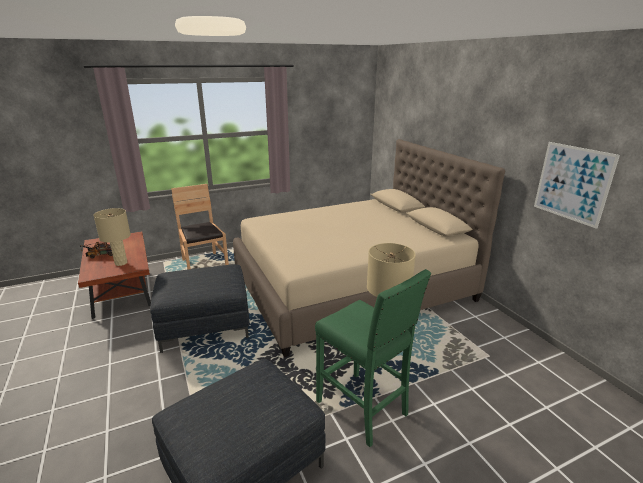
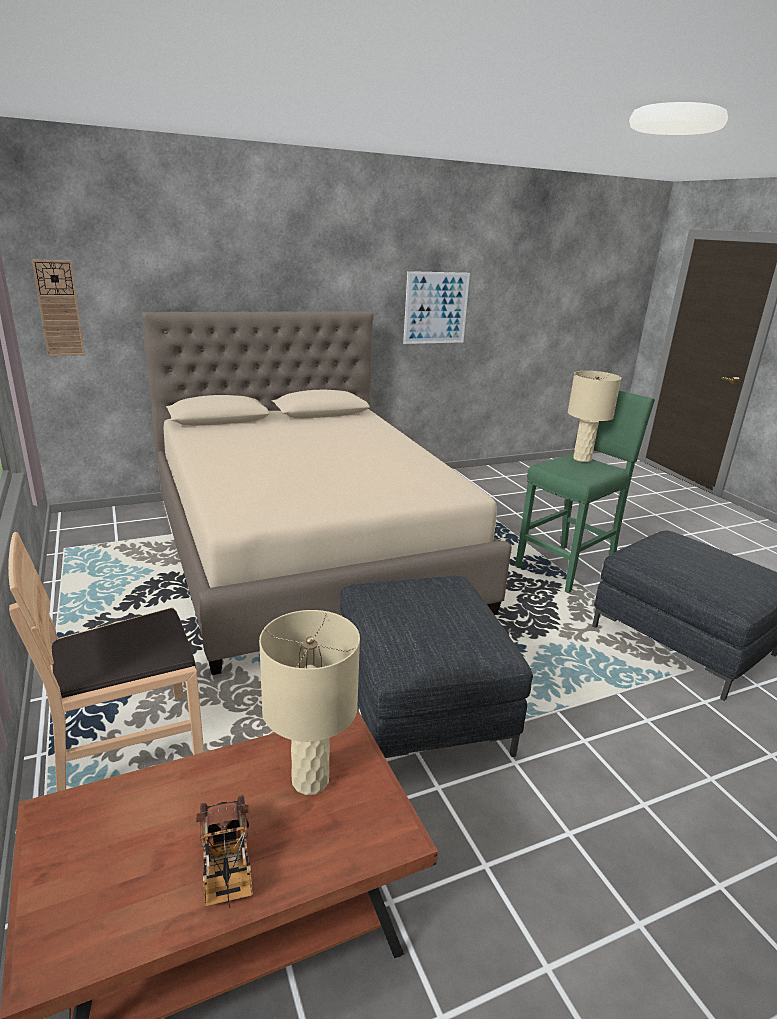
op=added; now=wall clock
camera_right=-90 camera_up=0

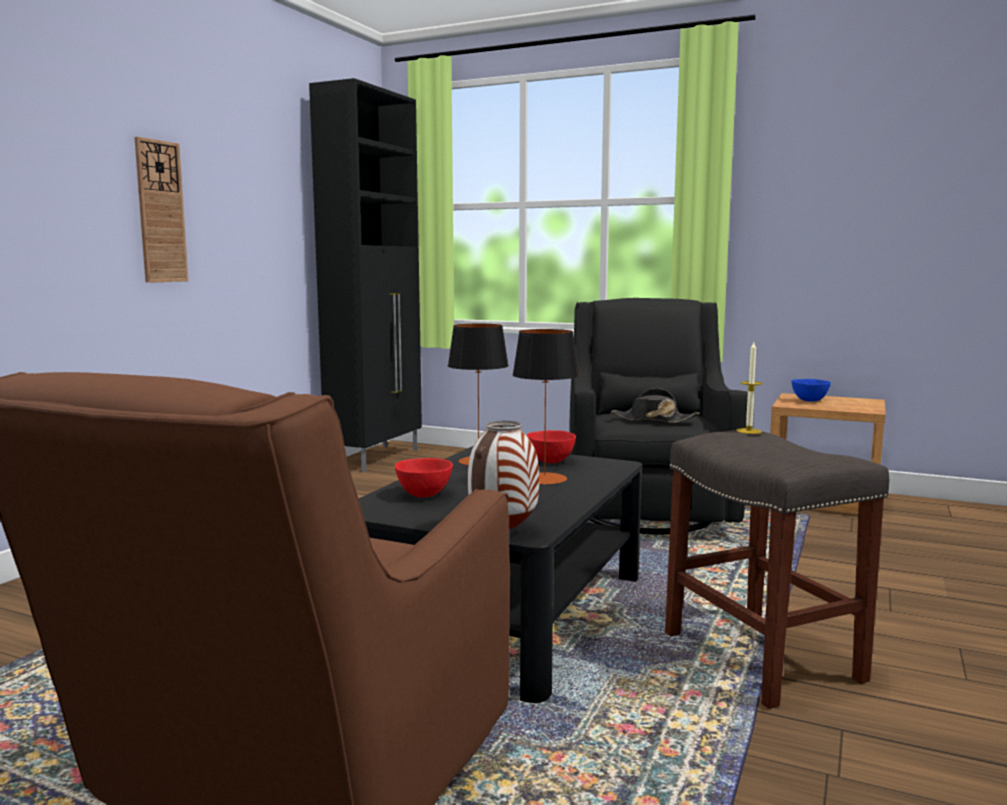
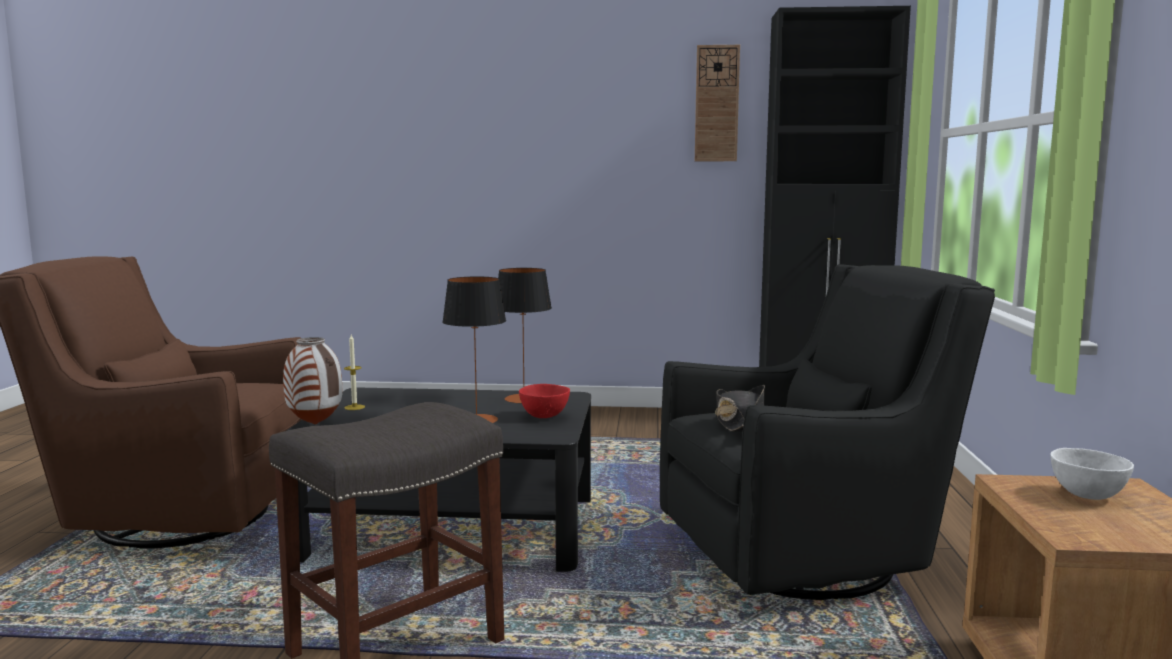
op=removed; was=bowl (red) (1st from left)
op=moved; was=wall clock
op=moved; was=candle
op=recoloured; was=bowl (blue); now=bowl (white)
camera_right=70 camera_up=0

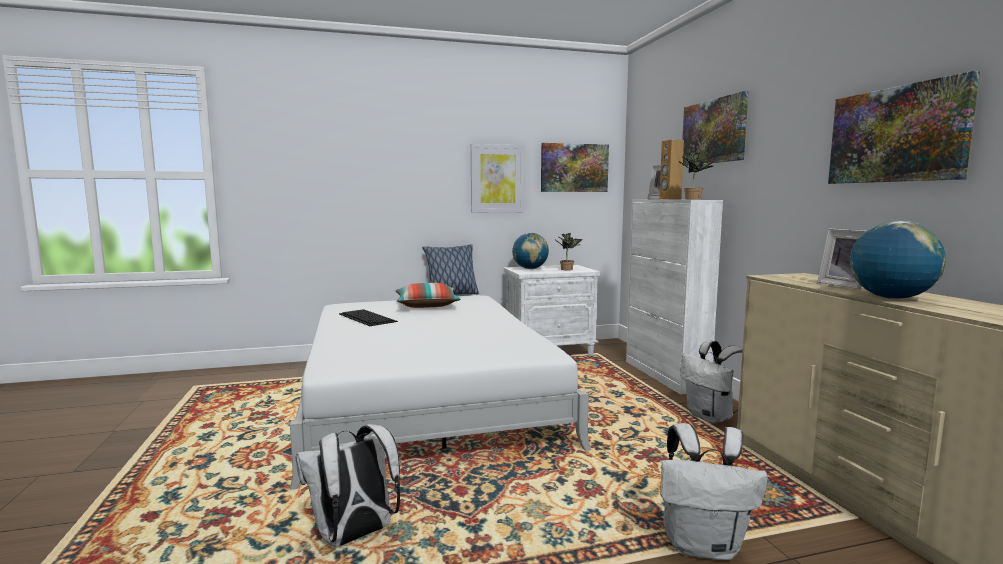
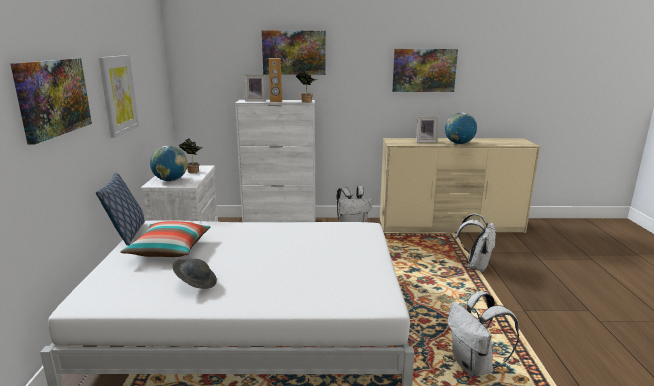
op=moved; was=picture (2nd from left in the first image); now=picture (1st from left)
op=replaced; was=keyboard; now=hat (grey)
camera_right=-75 camera_up=10

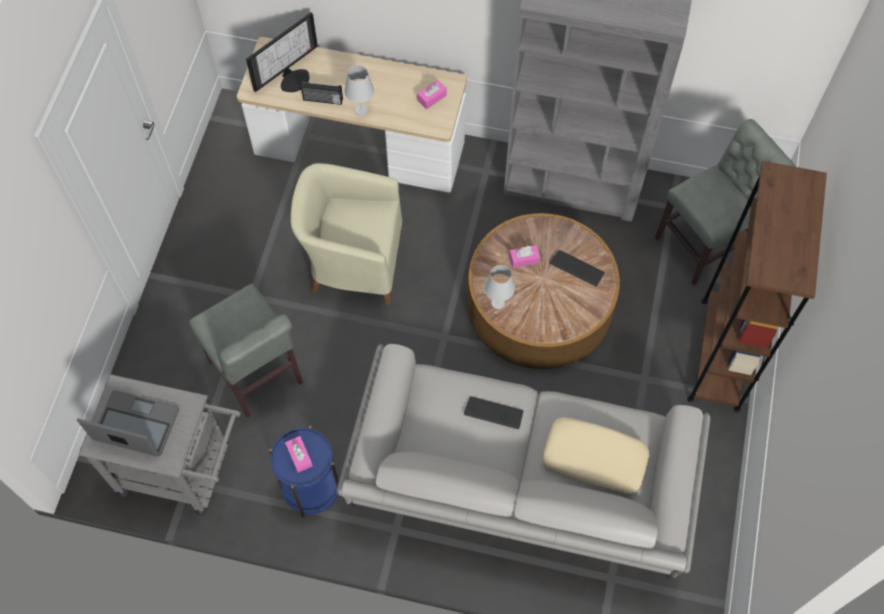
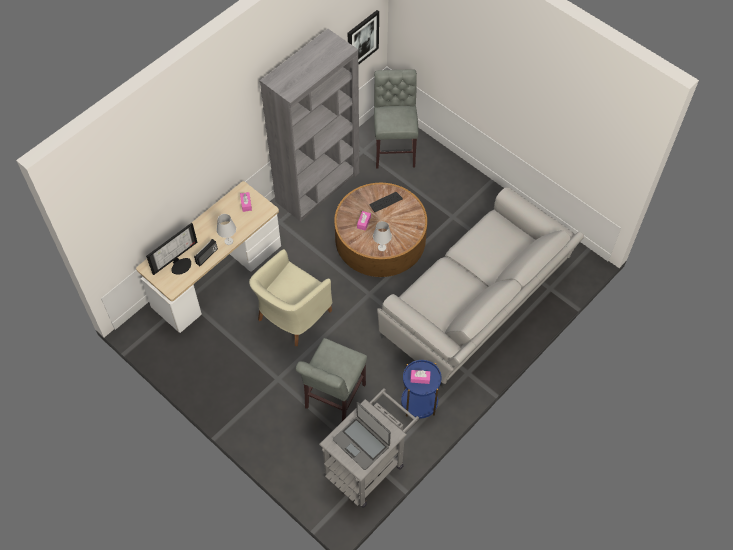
op=removed; was=keyboard (1st from left)
op=removed; was=pillow (beige)
op=removed; was=bookcase (brown)
op=added; now=picture
op=turned; was=laptop; clockwise=-90
op=turned; was=chair (grey) (1st from left); clockwise=120
op=turned; was=monitor; clockwise=60
camera_right=-60 camera_up=-5

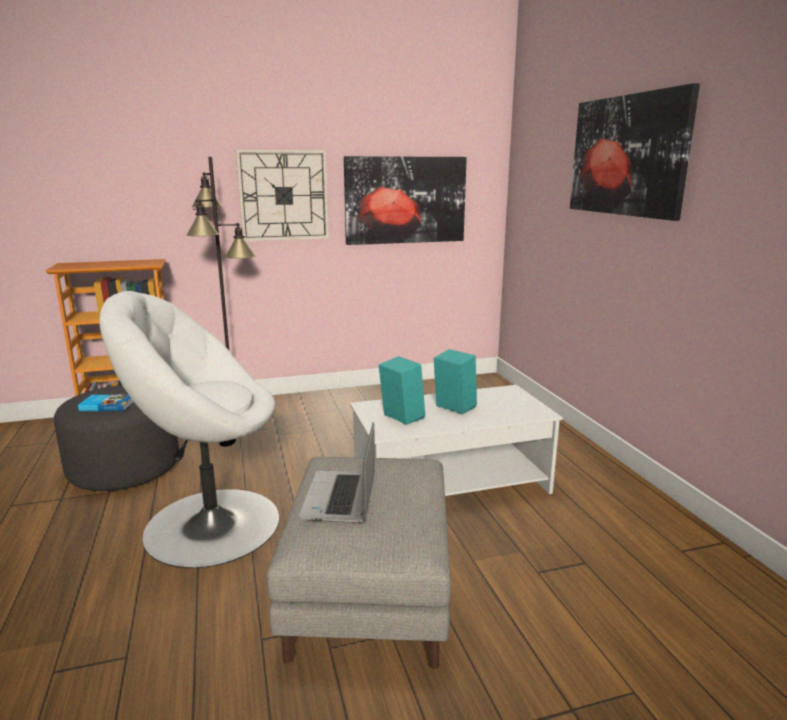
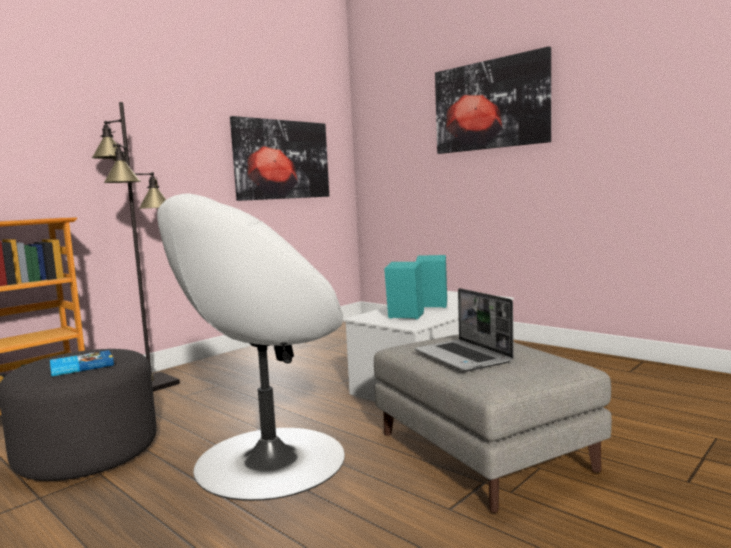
op=removed; was=wall clock
camera_right=-30 camera_up=-10

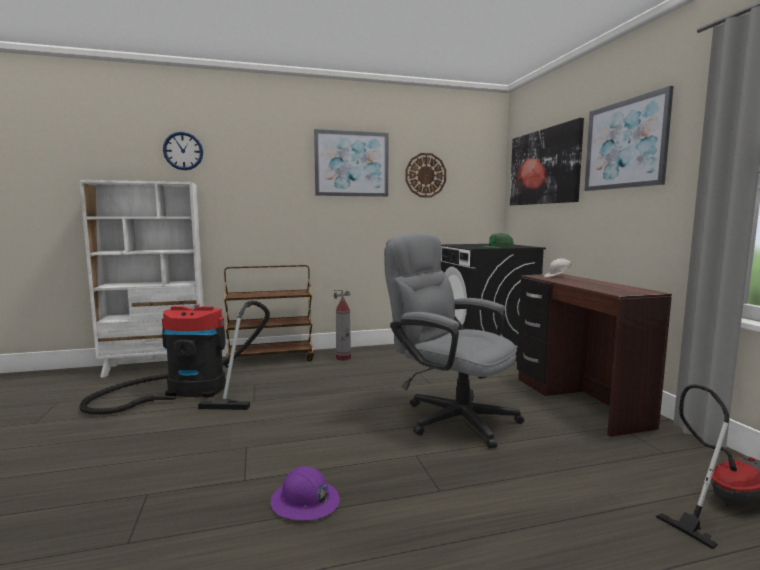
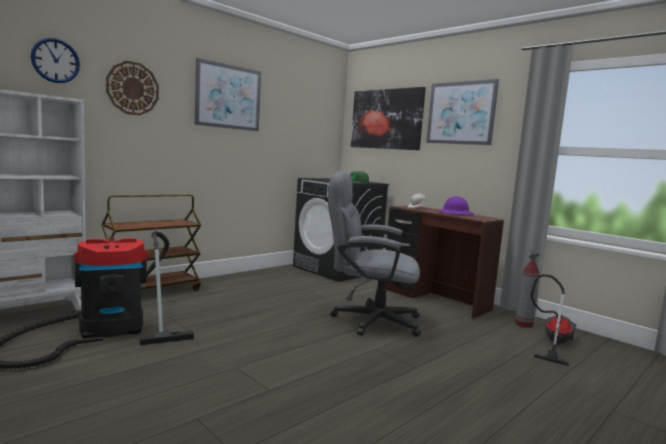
op=moved; was=hard hat (purple)
op=moved; was=fire extinguisher
op=moved; was=wall clock (2nd from left)
camera_right=-30 camera_up=0

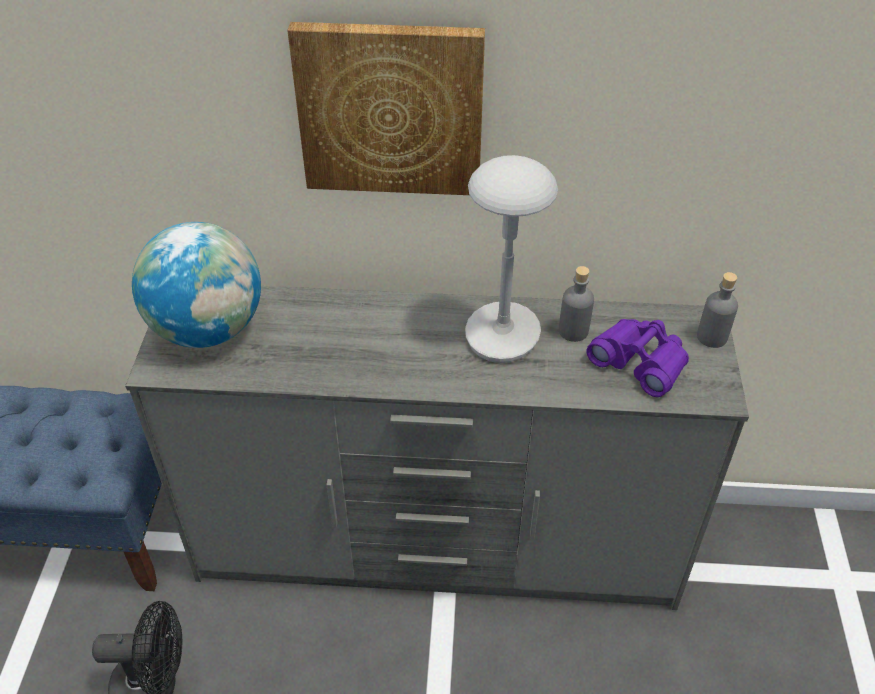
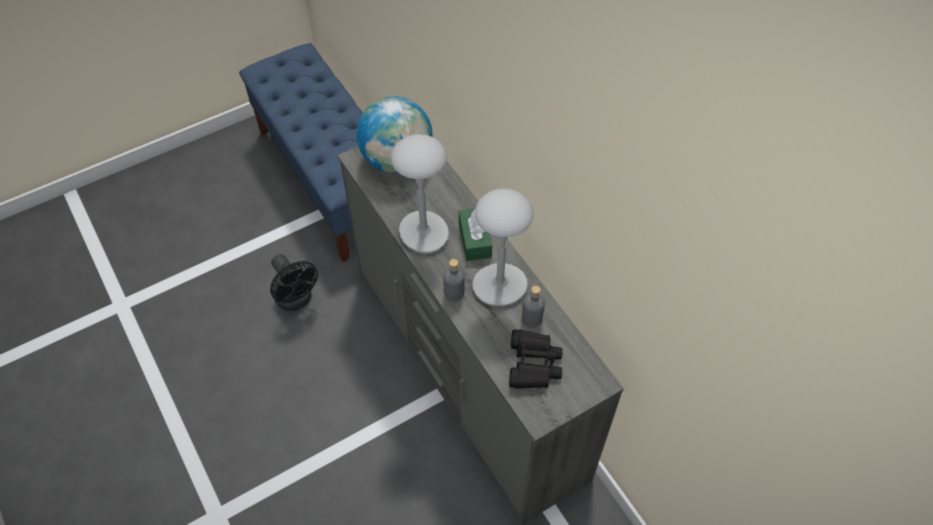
op=removed; was=picture
op=added; now=table lamp (grey) (1st from left)
op=added; now=tissue box (green)
op=moved; was=bottle (grey) (2nd from left in the first image); now=bottle (grey) (1st from left)
op=recoloured; was=binoculars (purple); now=binoculars (black)
camera_right=55 camera_up=10

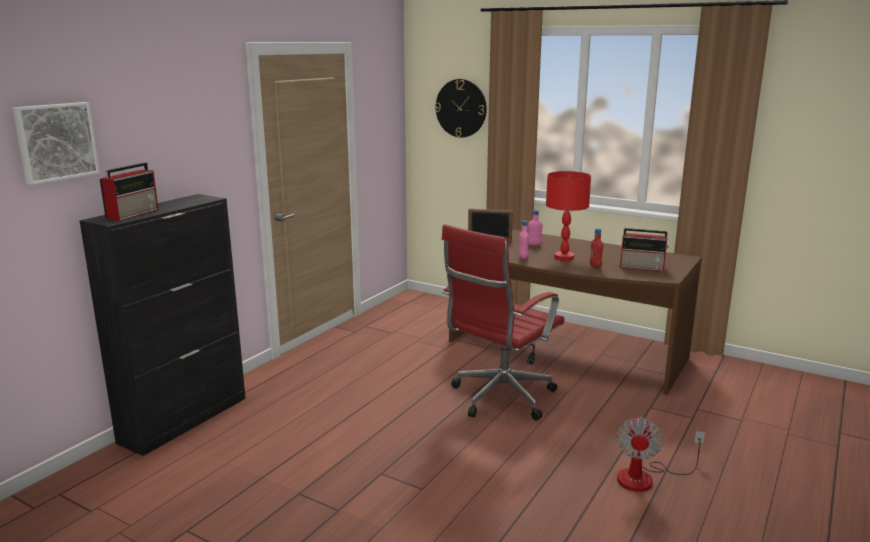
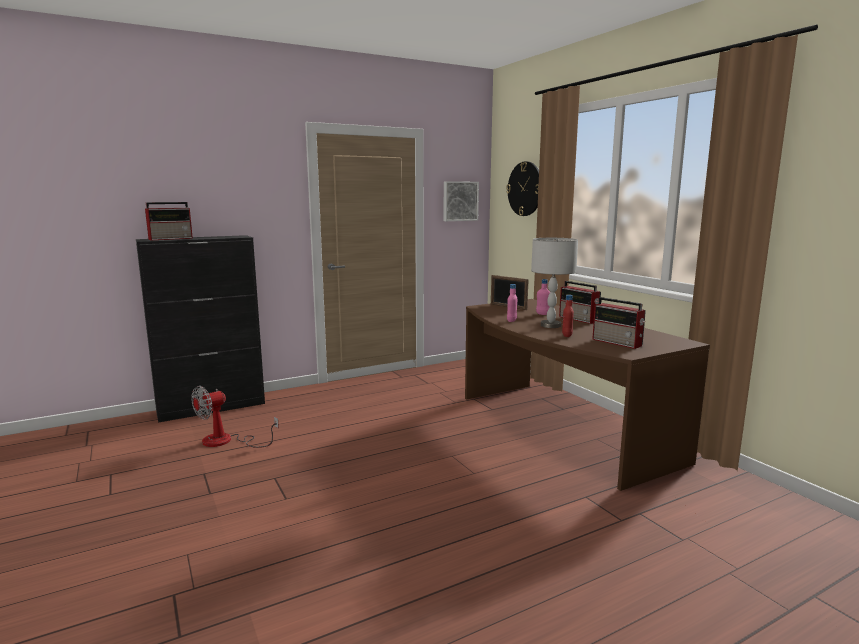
op=removed; was=office chair (red)
op=added; now=radio (2nd from left)
op=moved; was=picture
op=moved; was=fan
op=recoloured; was=table lamp (red); now=table lamp (grey)
camera_right=30 camera_up=-5

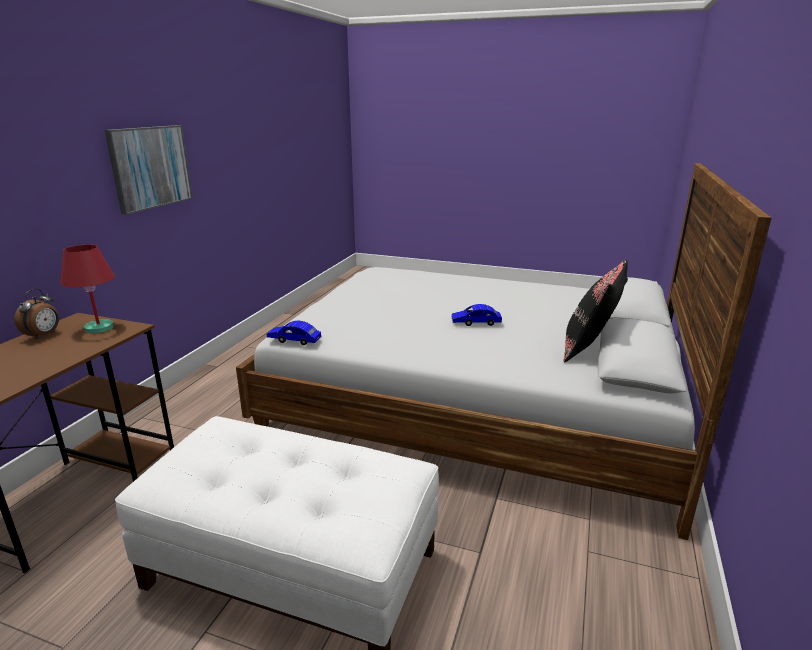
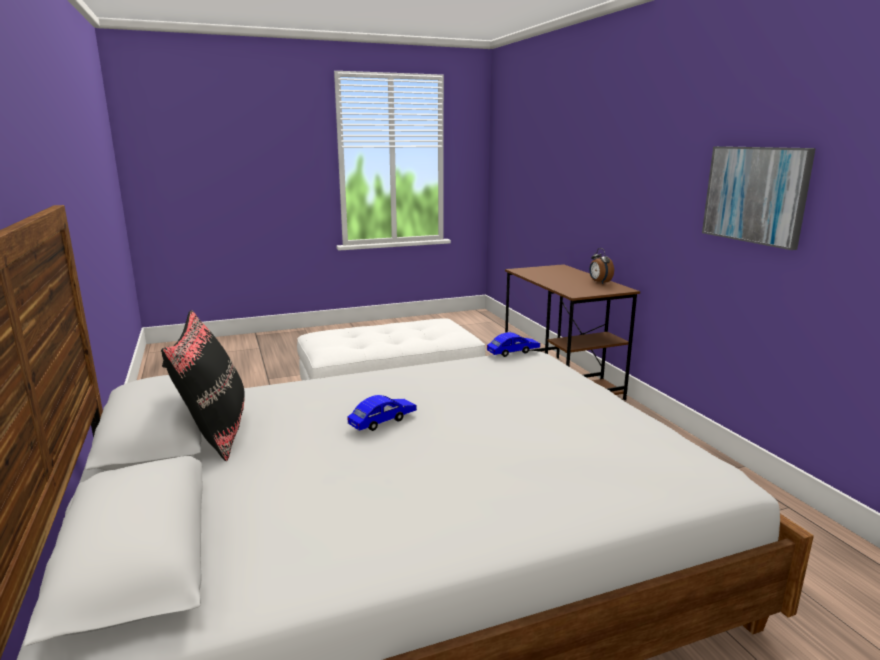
op=removed; was=table lamp (red)
camera_right=140 camera_up=-5

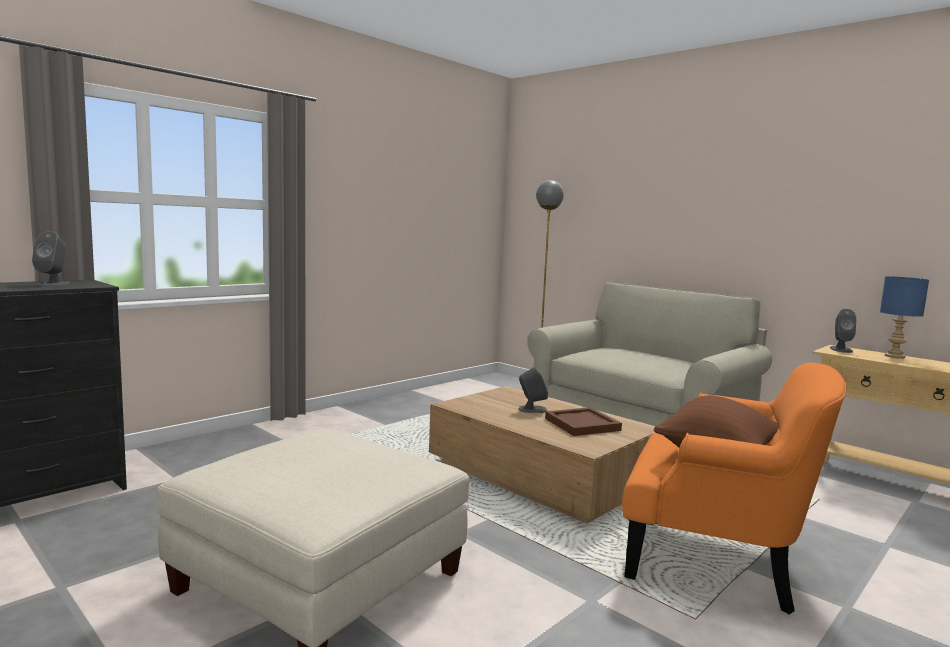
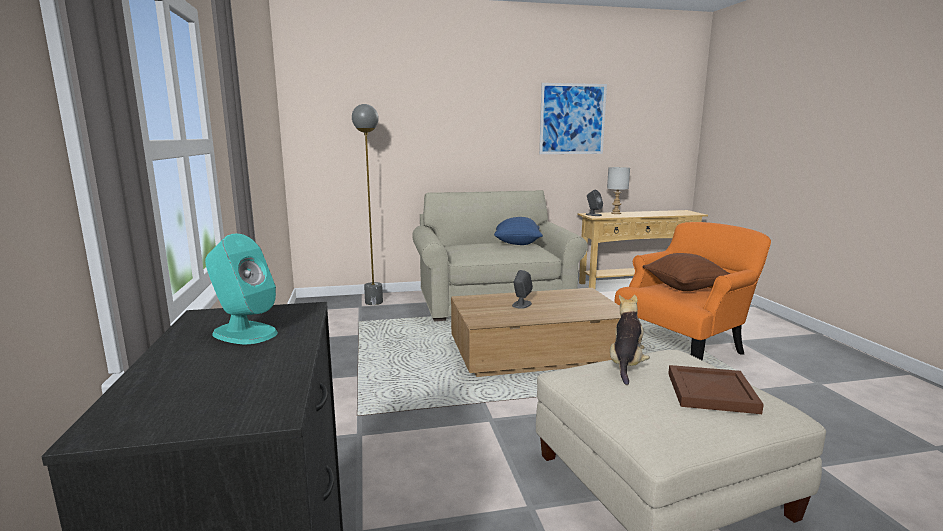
op=added; now=pillow (blue)
op=added; now=picture
op=added; now=plush toy
op=moved; was=tray (brown)
op=recoloured; was=speaker (grey) (1st from left); now=speaker (turquoise)
op=recoloured; was=table lamp (blue); now=table lamp (grey)
camera_right=-55 camera_up=5

